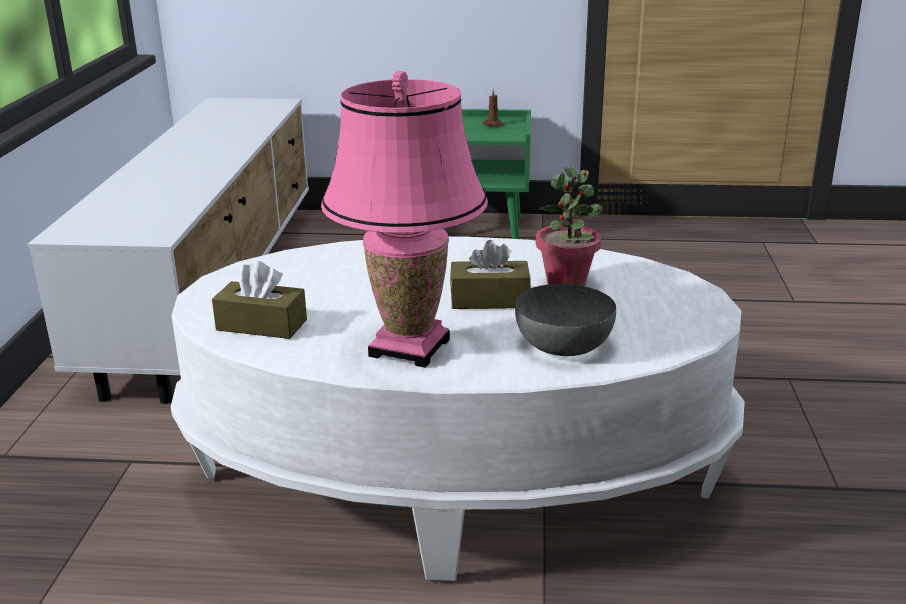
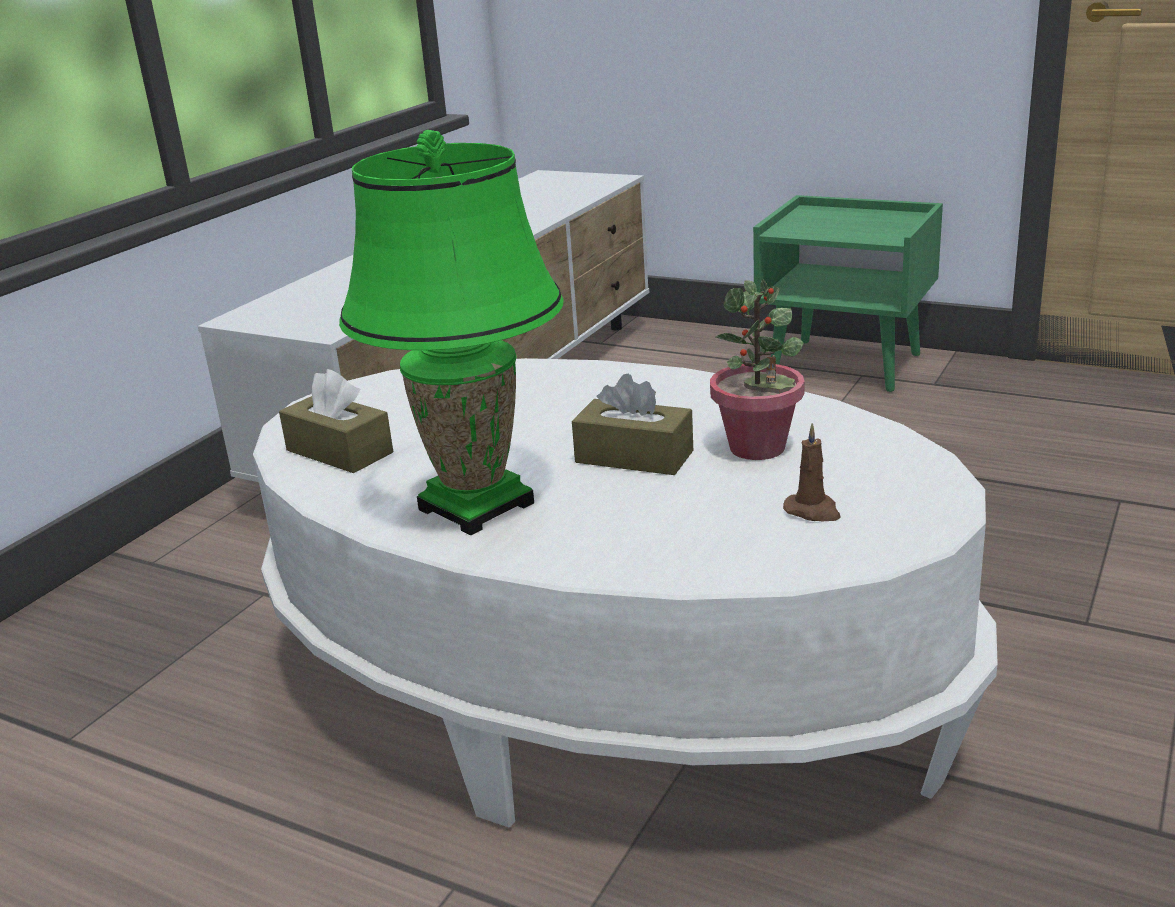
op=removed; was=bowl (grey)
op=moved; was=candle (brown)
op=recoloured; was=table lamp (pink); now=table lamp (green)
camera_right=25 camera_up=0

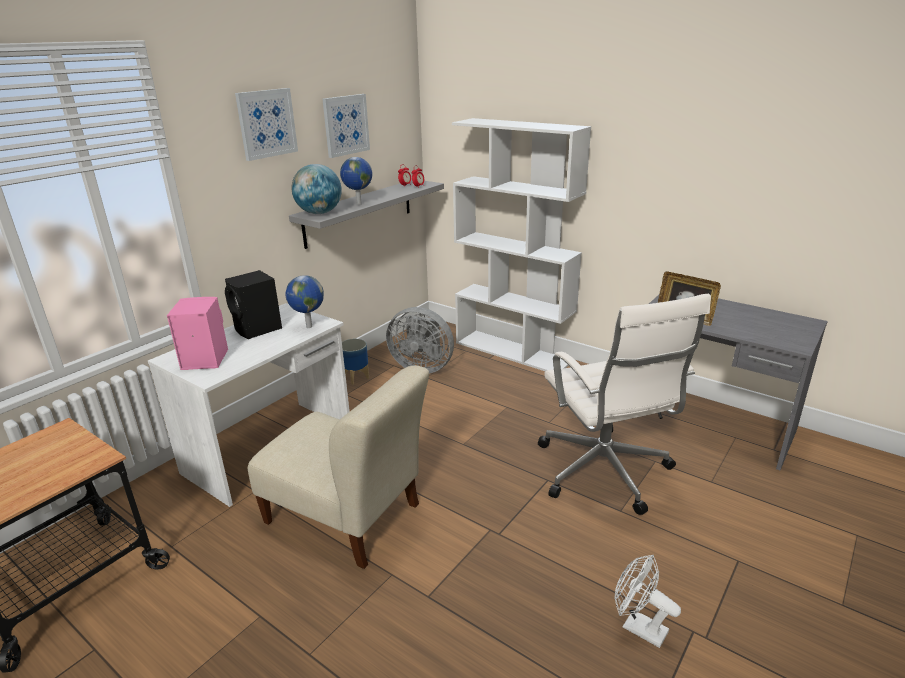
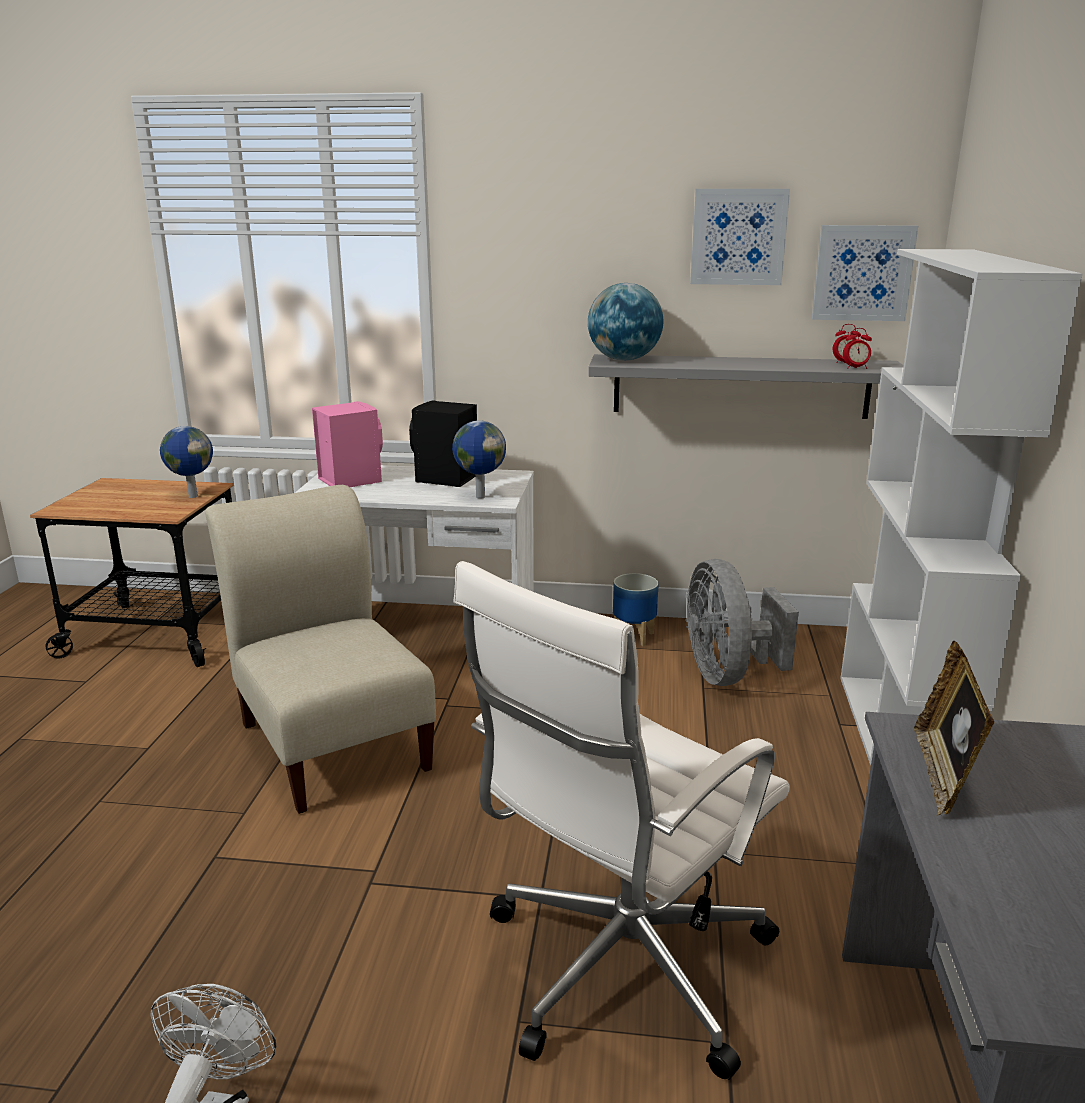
op=moved; was=picture (1st from left in the first image); now=picture (2nd from left)
op=moved; was=globe (3rd from left in the first image); now=globe (1st from left)
op=turned; was=chair (beige); clockwise=150
camera_right=60 camera_up=-5

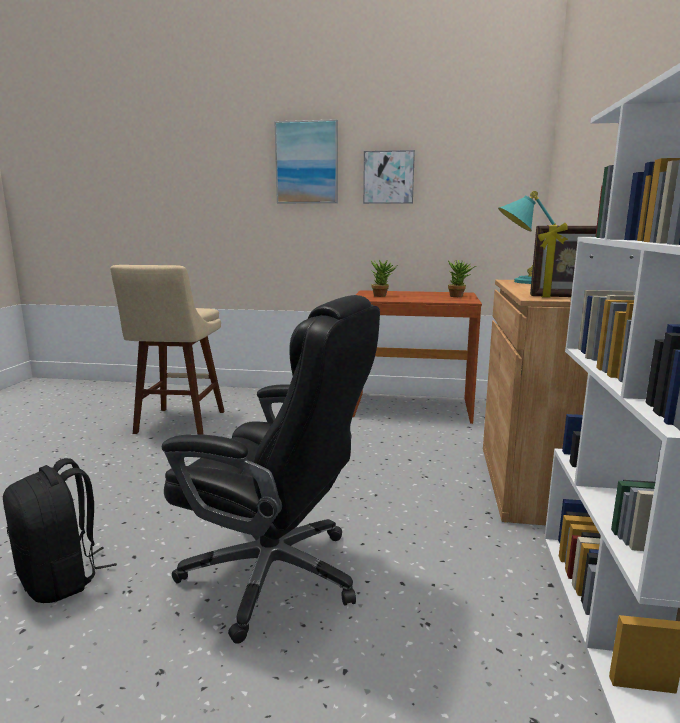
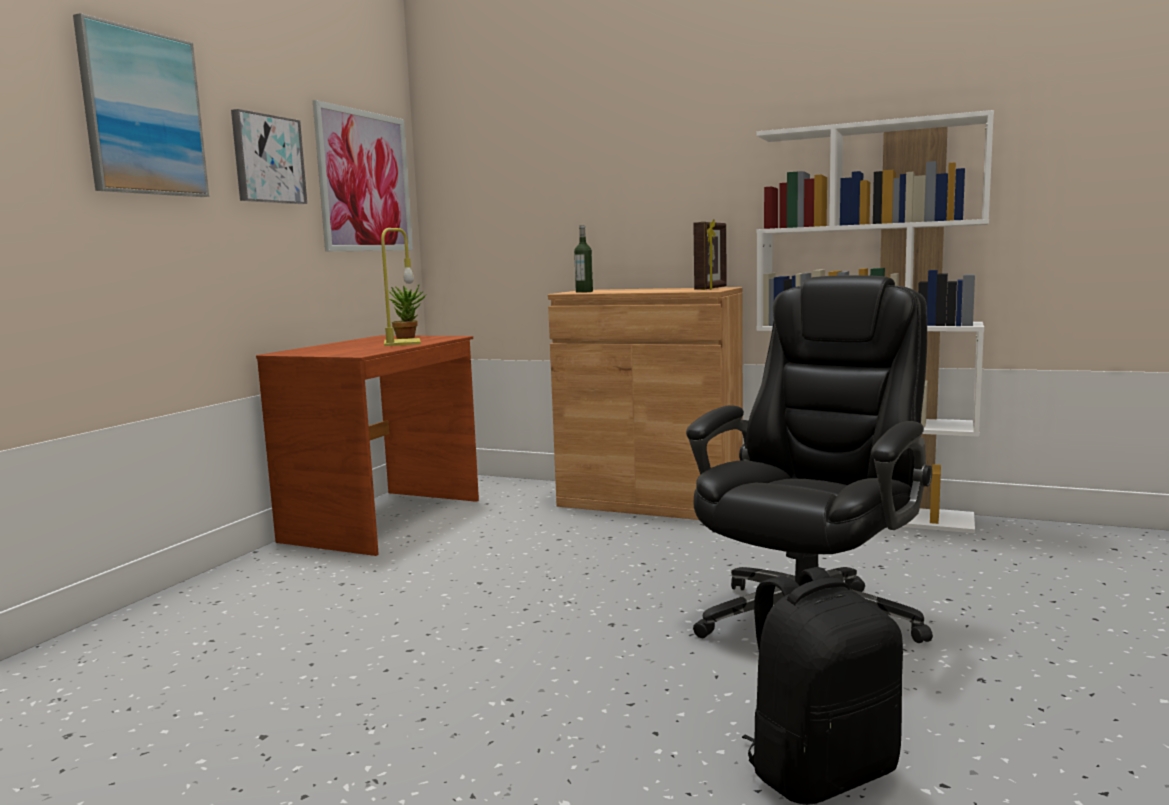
op=removed; was=stool (beige)
op=removed; was=potted plant (1st from left)
op=added; now=picture (3rd from left)
op=added; now=table lamp (yellow)
op=replaced; was=table lamp (turquoise); now=bottle
camera_right=-75 camera_up=-5

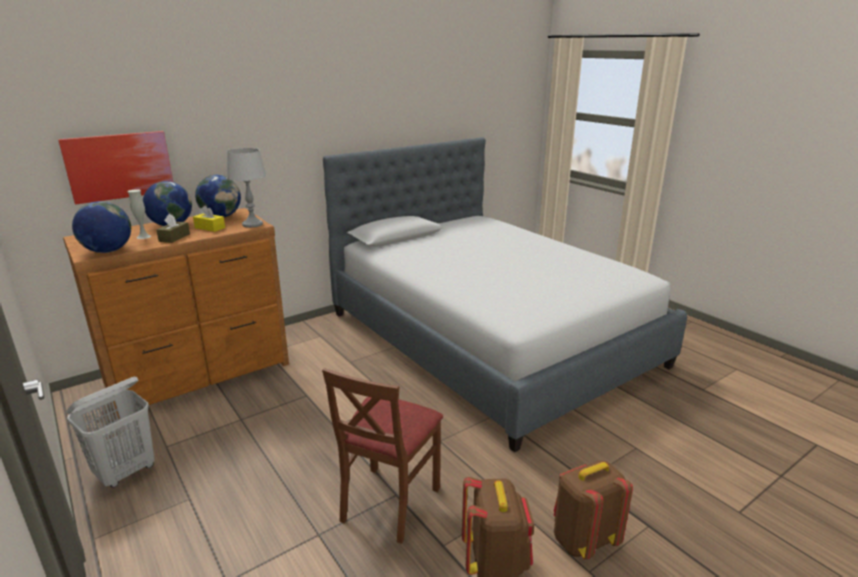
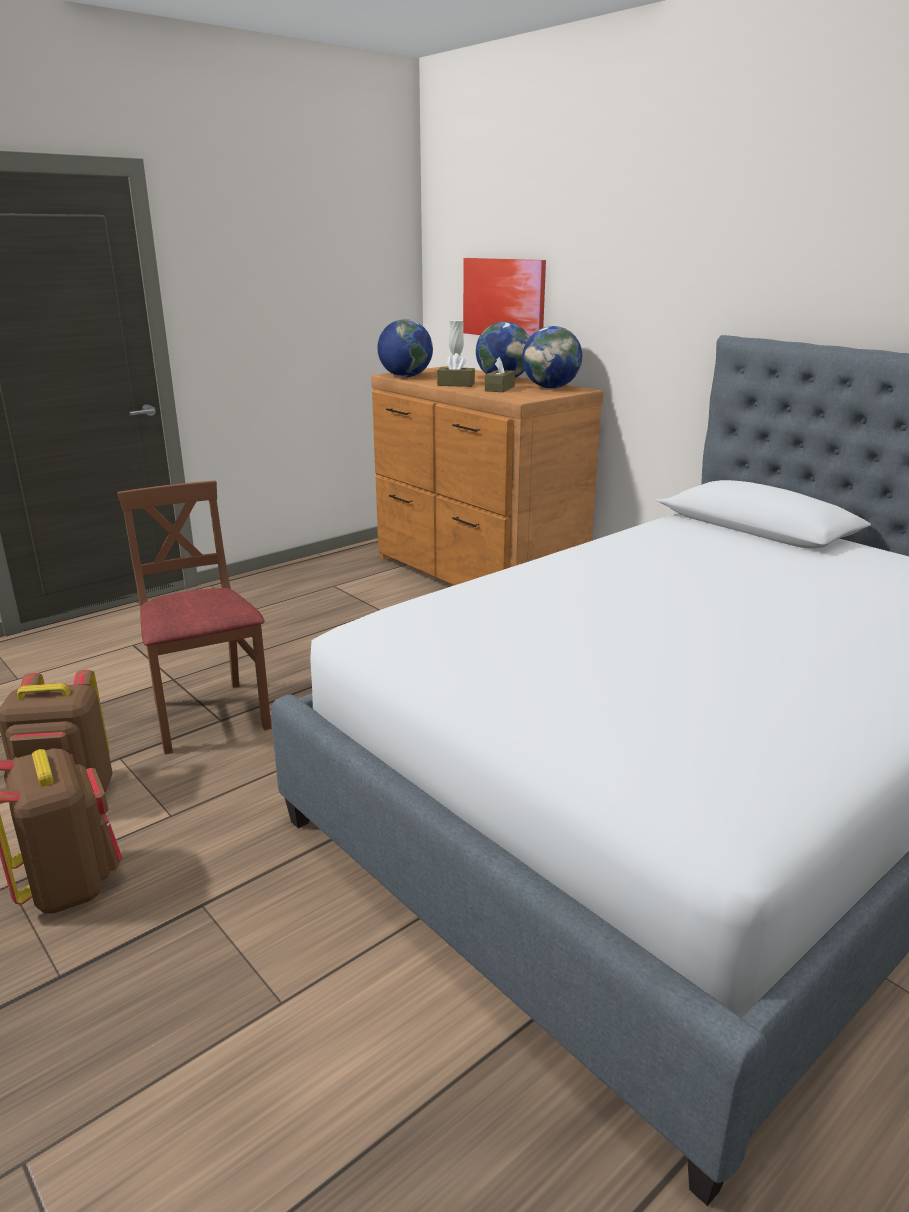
op=removed; was=laundry basket (white)
op=removed; was=table lamp (grey)
op=recoloured; was=tissue box (yellow); now=tissue box (brown) (2nd from left)
op=turned; was=chair (brown); clockwise=45
camera_right=85 camera_up=0

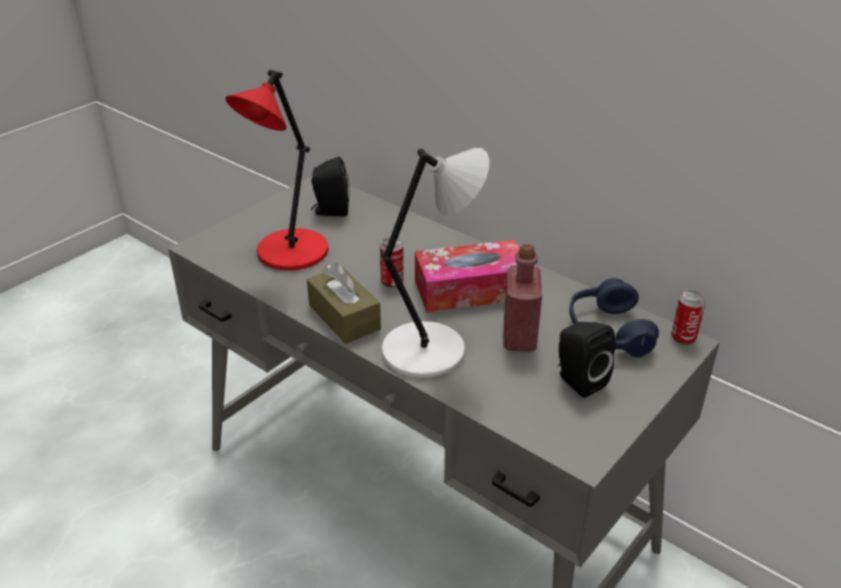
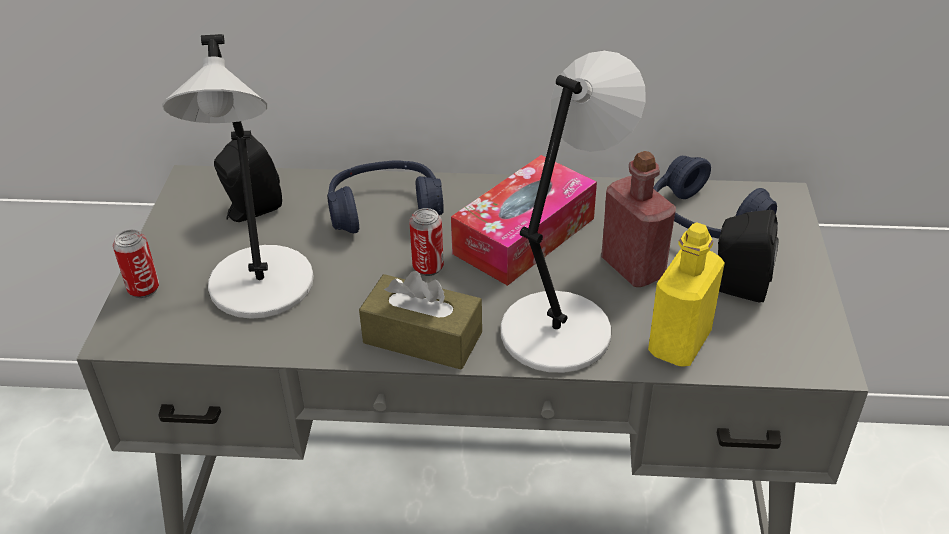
op=added; now=headphones (blue) (1st from left)
op=added; now=bottle (yellow)
op=moved; was=can (2nd from left in the first image); now=can (1st from left)
op=recoloured; was=table lamp (red); now=table lamp (grey) (1st from left)
camera_right=-35 camera_up=5

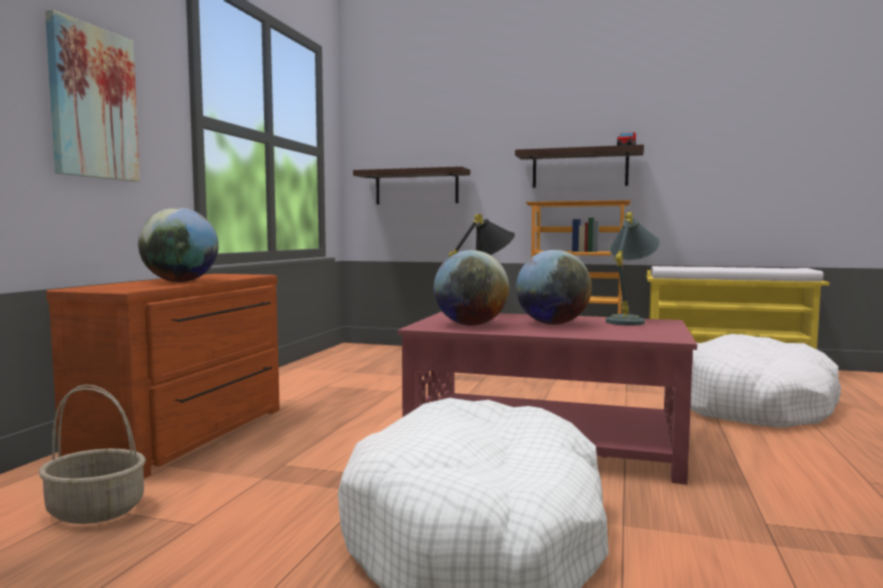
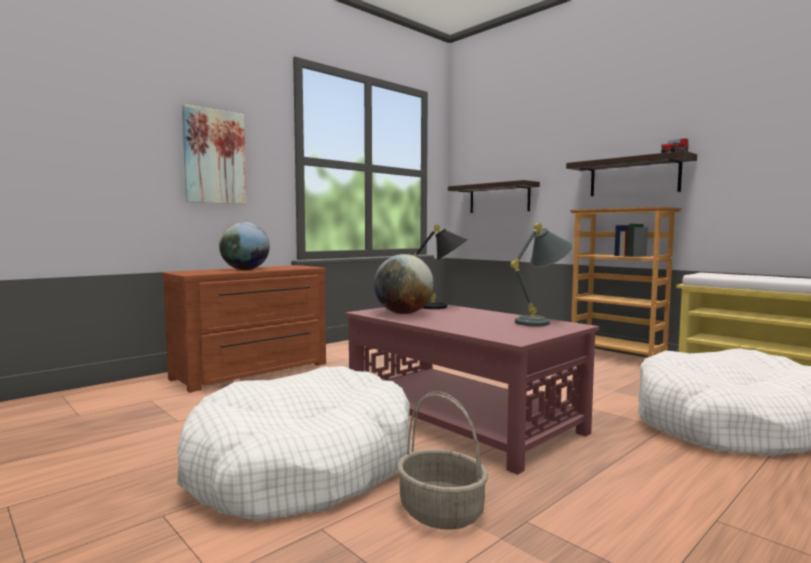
op=removed; was=globe (3rd from left)
op=moved; was=basket
camera_right=30 camera_up=0

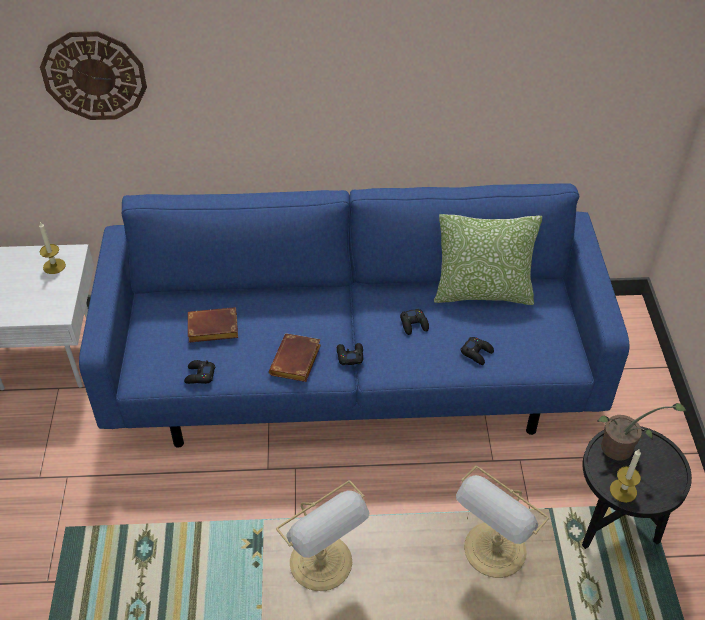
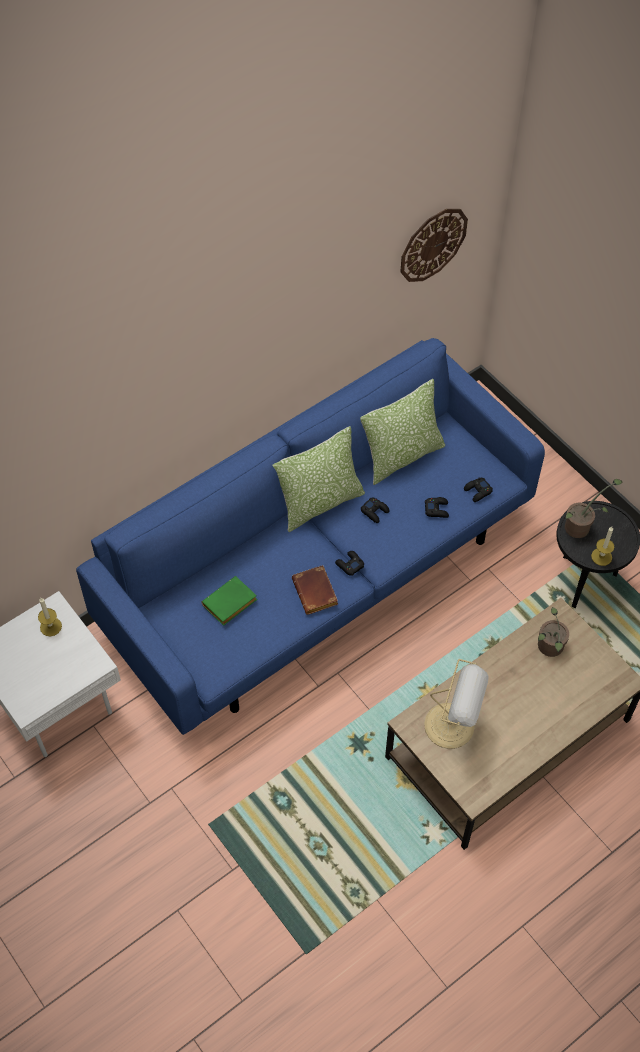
op=added; now=pillow (1st from left)
op=moved; was=wall clock
op=moved; was=game controller (black) (1st from left in the first image); now=game controller (black) (4th from left)
op=replaced; was=table lamp (2nd from left); now=potted plant (1st from left)
op=recoloured; was=book (brown) (1st from left); now=book (green)
camera_right=-35 camera_up=10

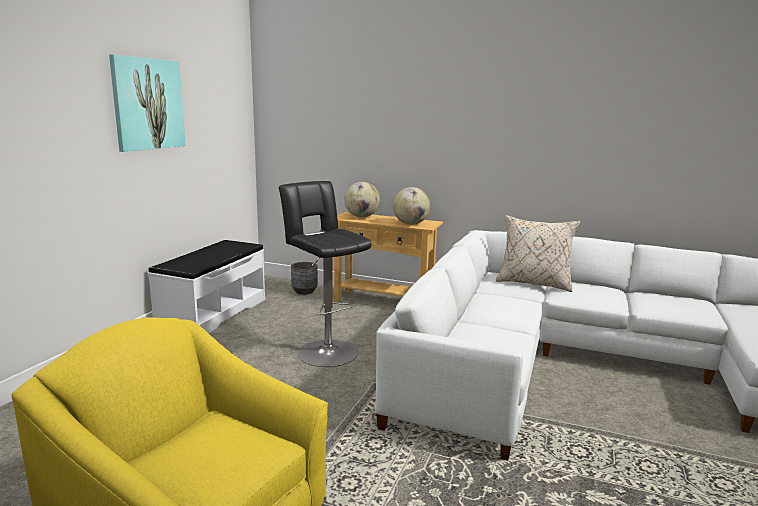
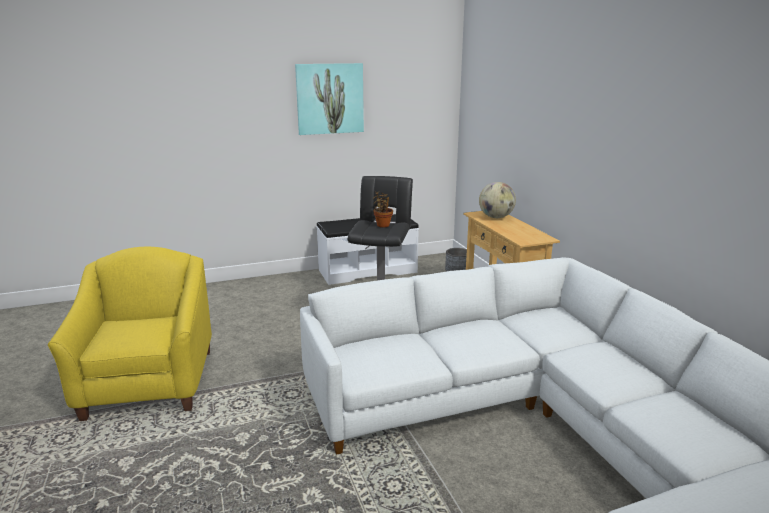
op=removed; was=globe (2nd from left)
op=removed; was=pillow (beige)
op=added; now=potted plant
camera_right=50 camera_up=5

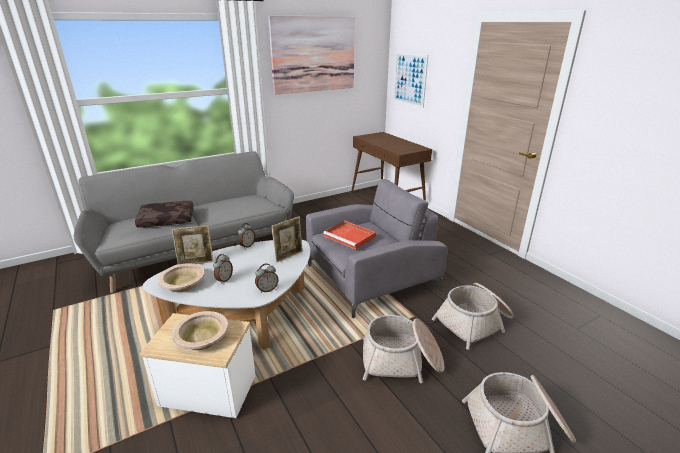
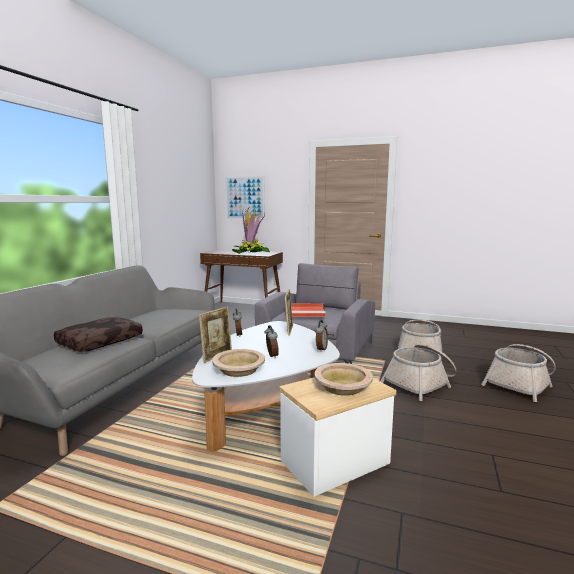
op=removed; was=picture (1st from left)
op=added; now=potted plant
camera_right=-40 camera_up=-15

